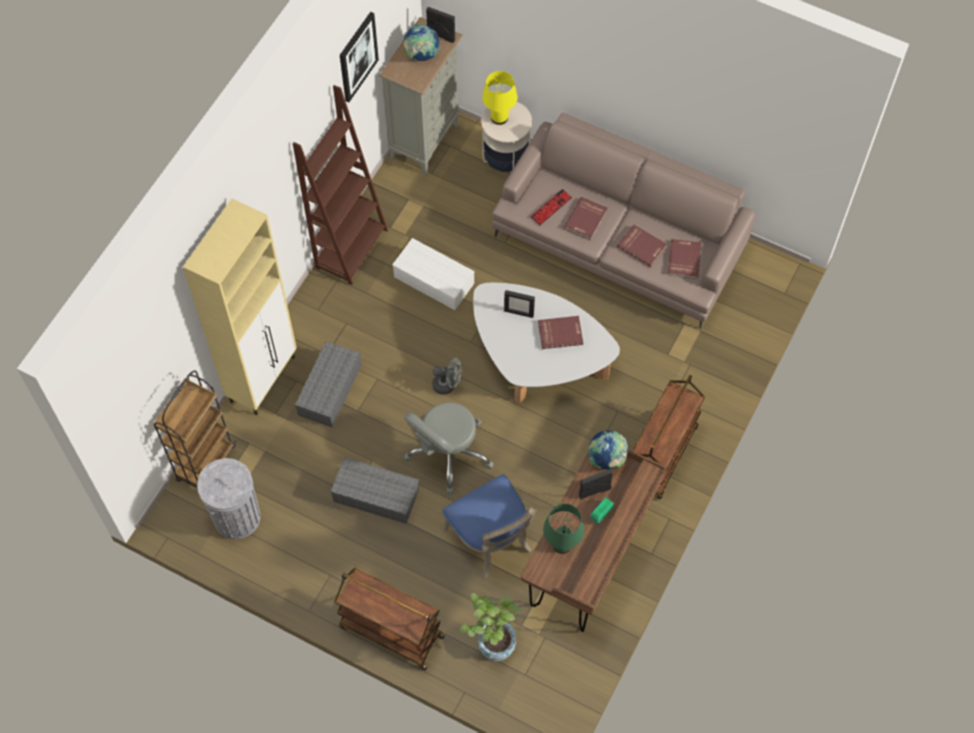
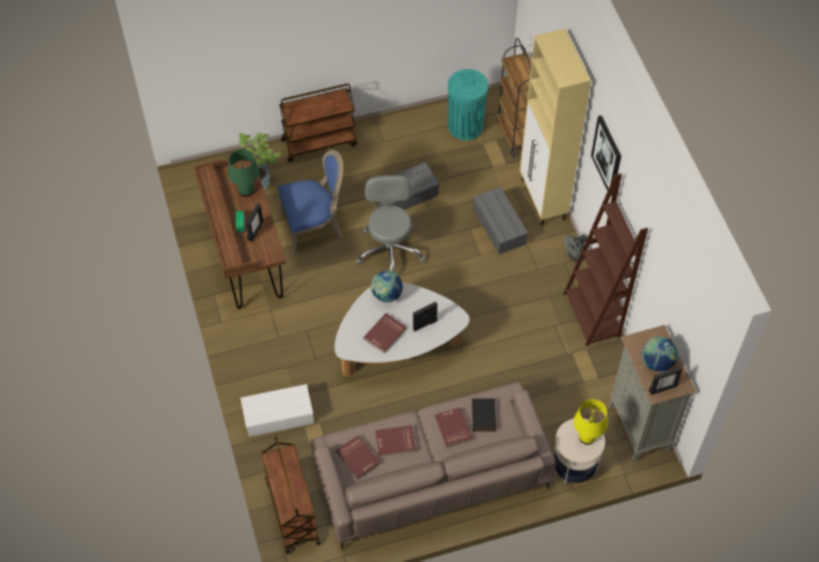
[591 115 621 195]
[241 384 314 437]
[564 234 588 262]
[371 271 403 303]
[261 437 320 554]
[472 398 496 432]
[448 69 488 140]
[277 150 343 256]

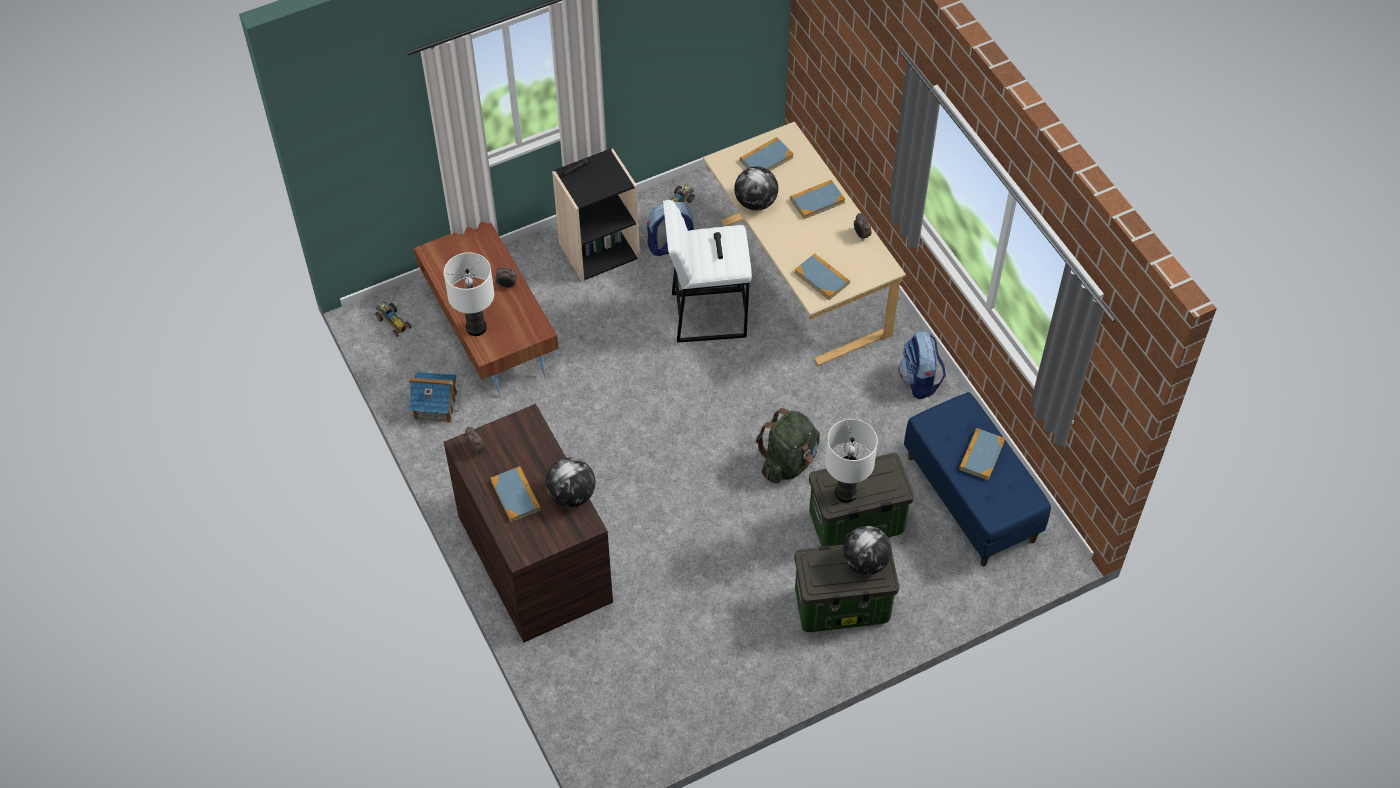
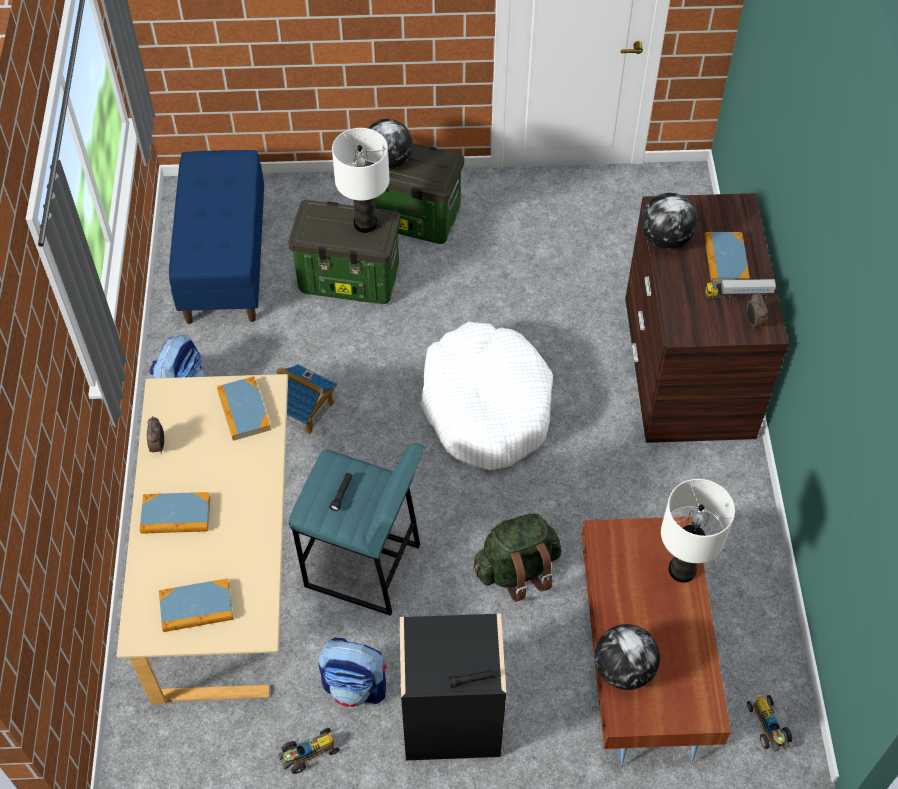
[495 267 517 289] (first image)
[959 428 1005 480] (first image)
[421 322 553 470]
[705 279 776 298]
[276 364 337 435]
[595 624 660 690]
[473 514 561 602]
[289 443 426 616]

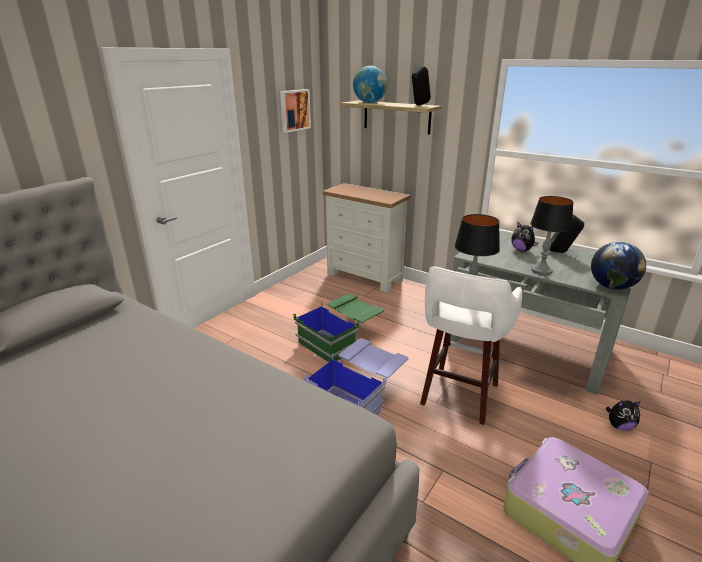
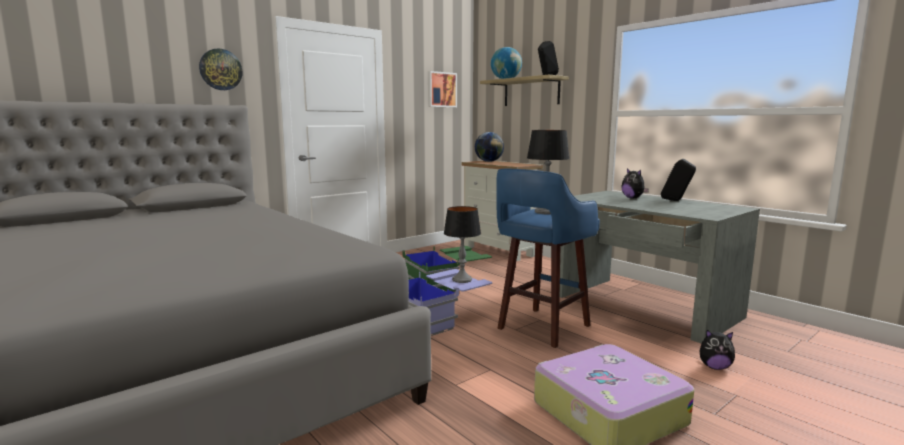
[199 49 242 90]
[444 206 481 283]
[475 132 504 162]
[496 169 600 348]

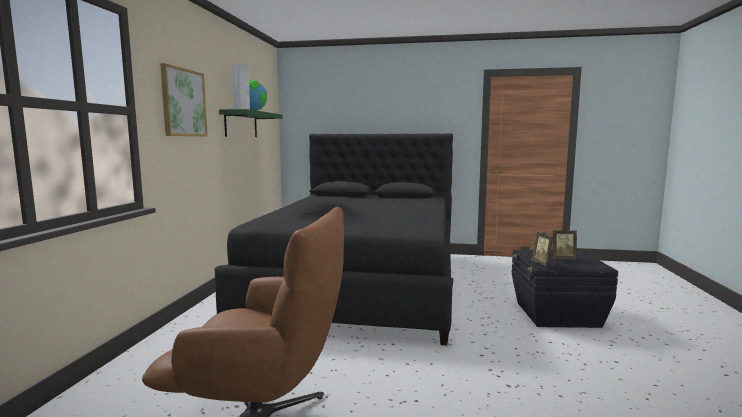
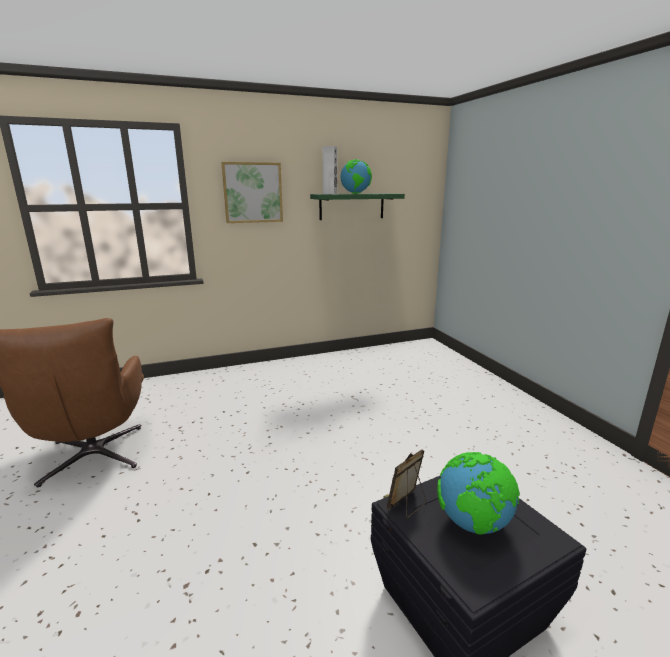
[215 133 454 345] (first image)
[437 452 520 535]

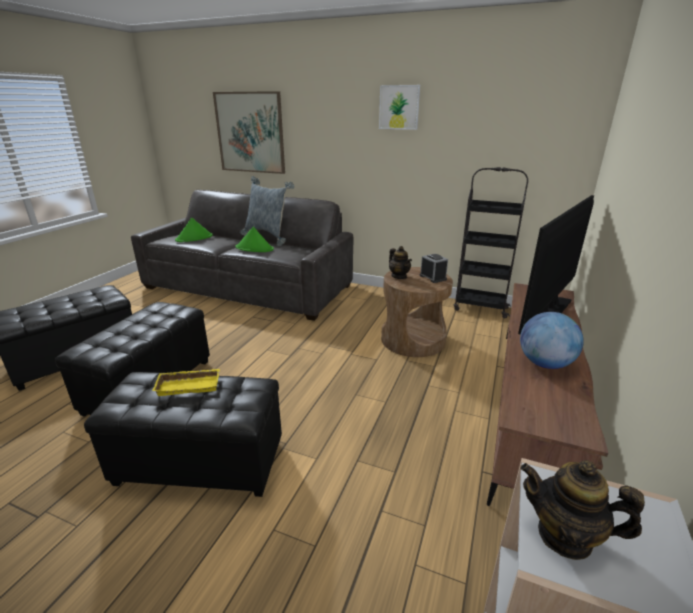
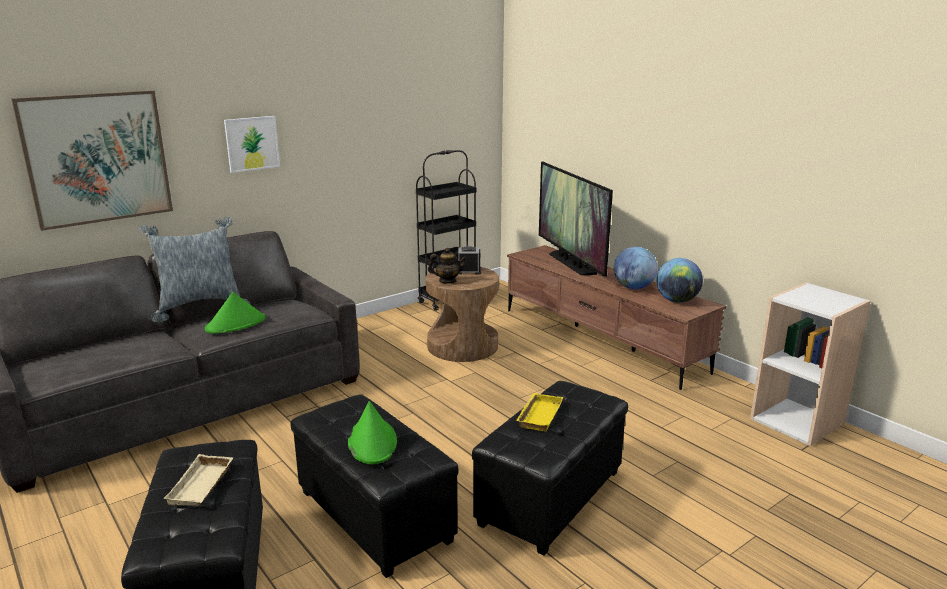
[520 460 645 560] (first image)
[163 454 234 506]
[656 258 703 303]
[348 401 397 464]
[224 116 280 173]

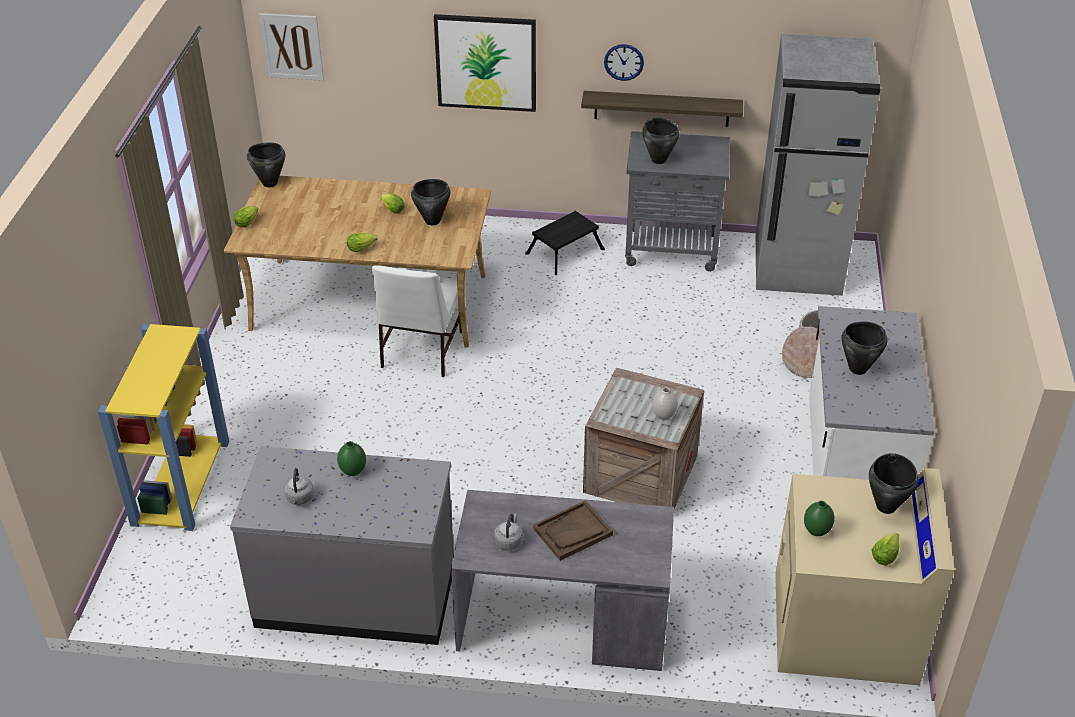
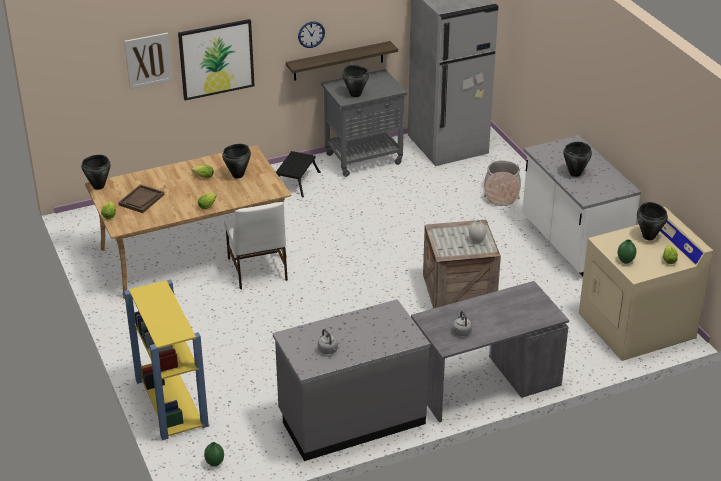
[124 33 173 89]
[204 442 224 467]
[118 184 164 213]

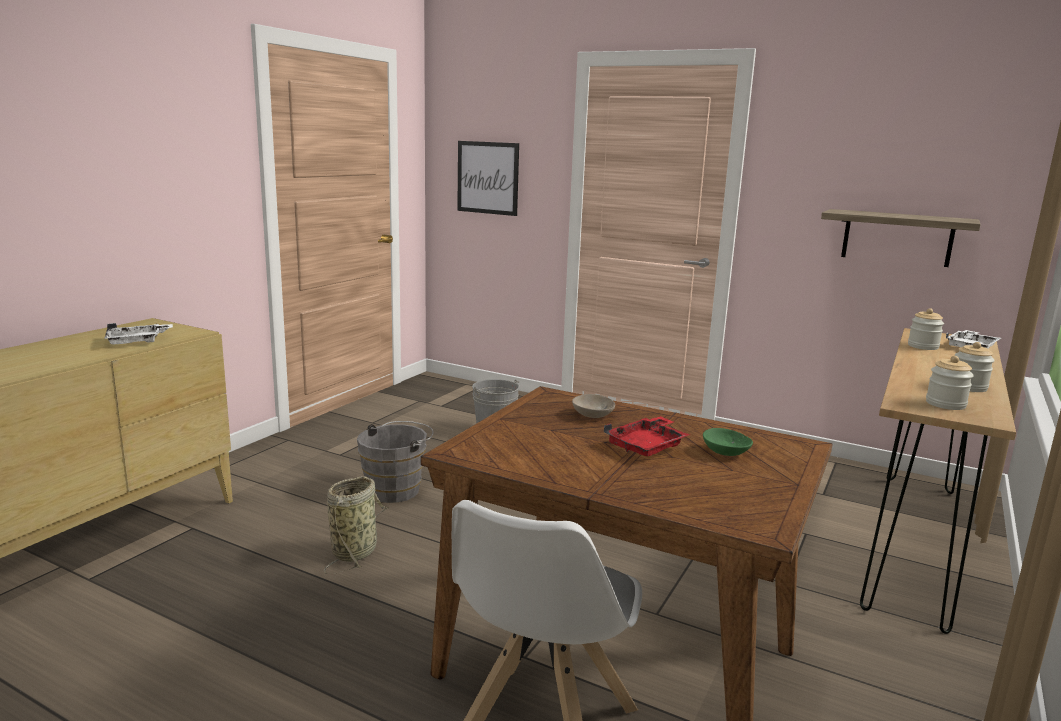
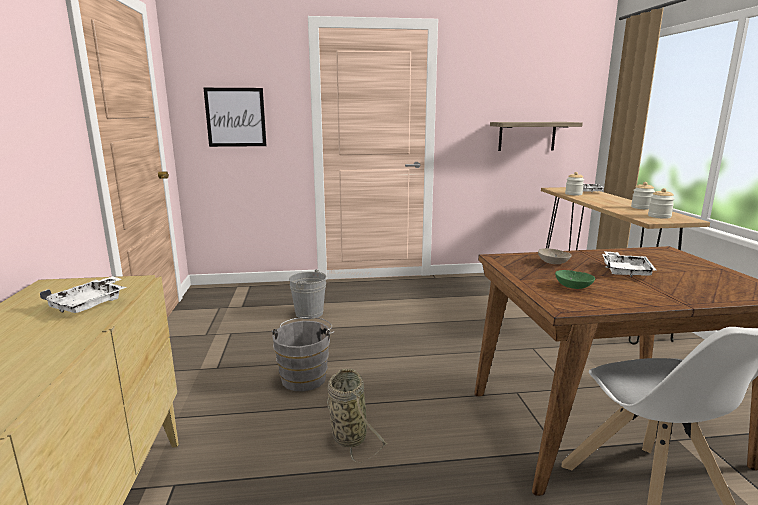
[555 270 595 289]
[602 251 657 277]

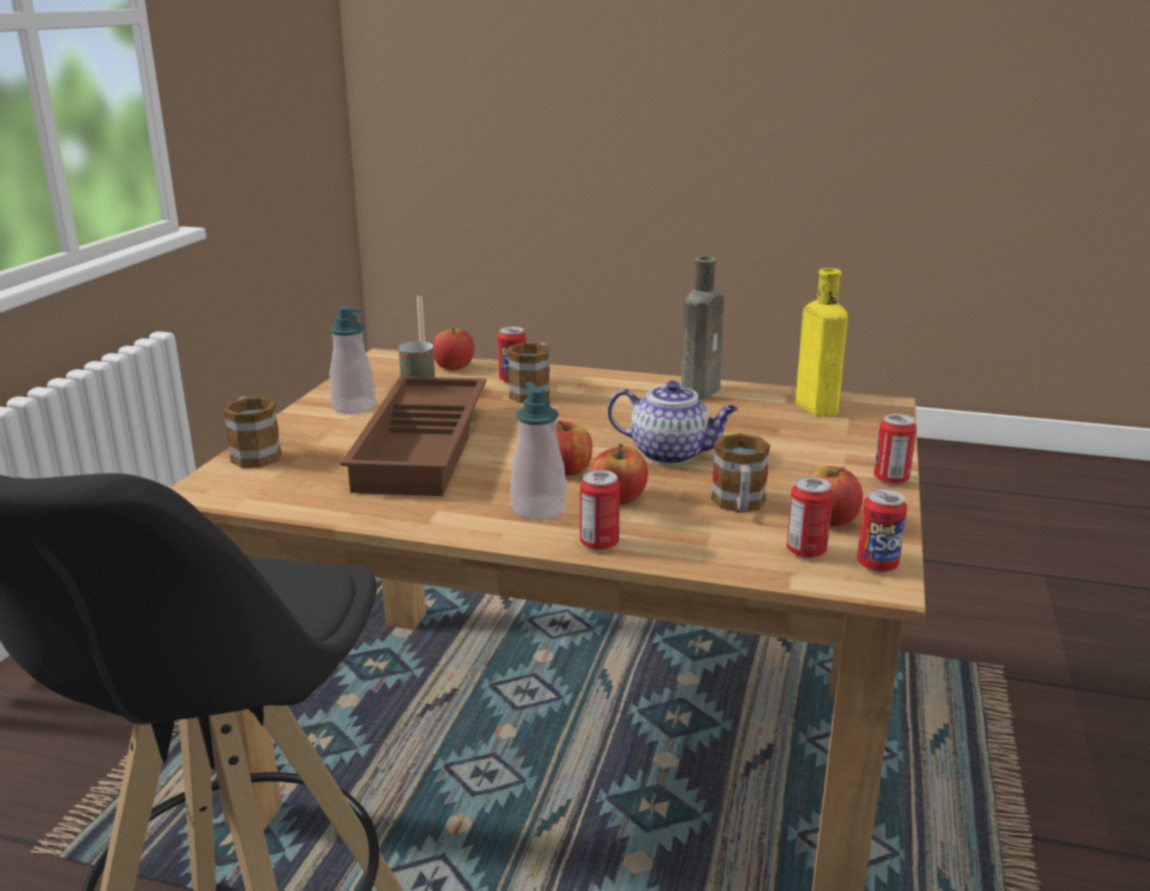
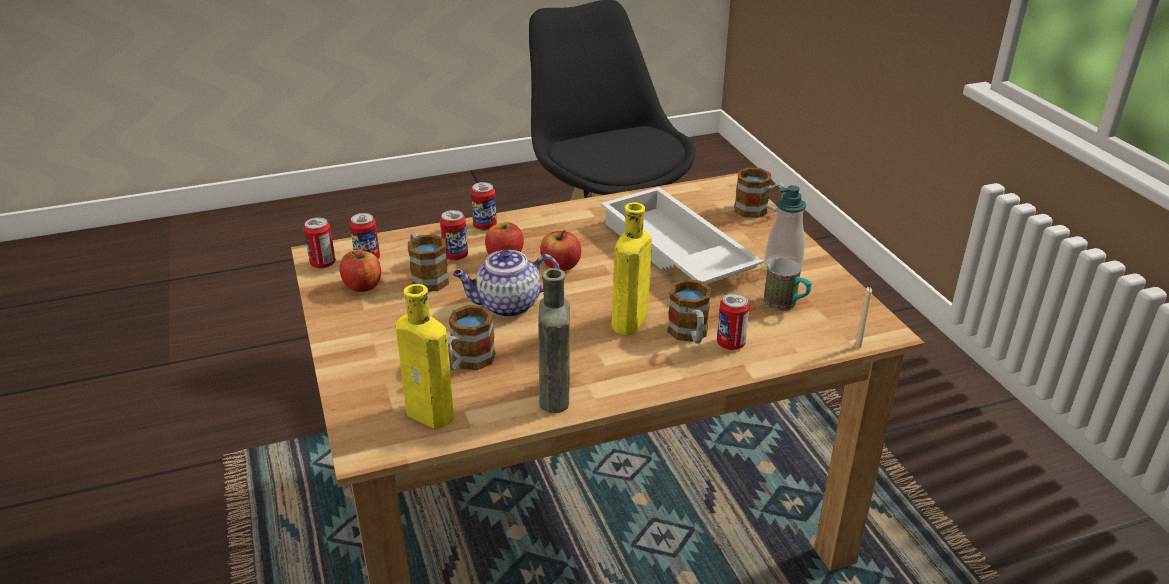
[433 328 474 370] (first image)
[511 382 566 520] (first image)
[447 305 496 370]
[612 202 652 335]
[440 210 468 261]
[601 187 763 285]

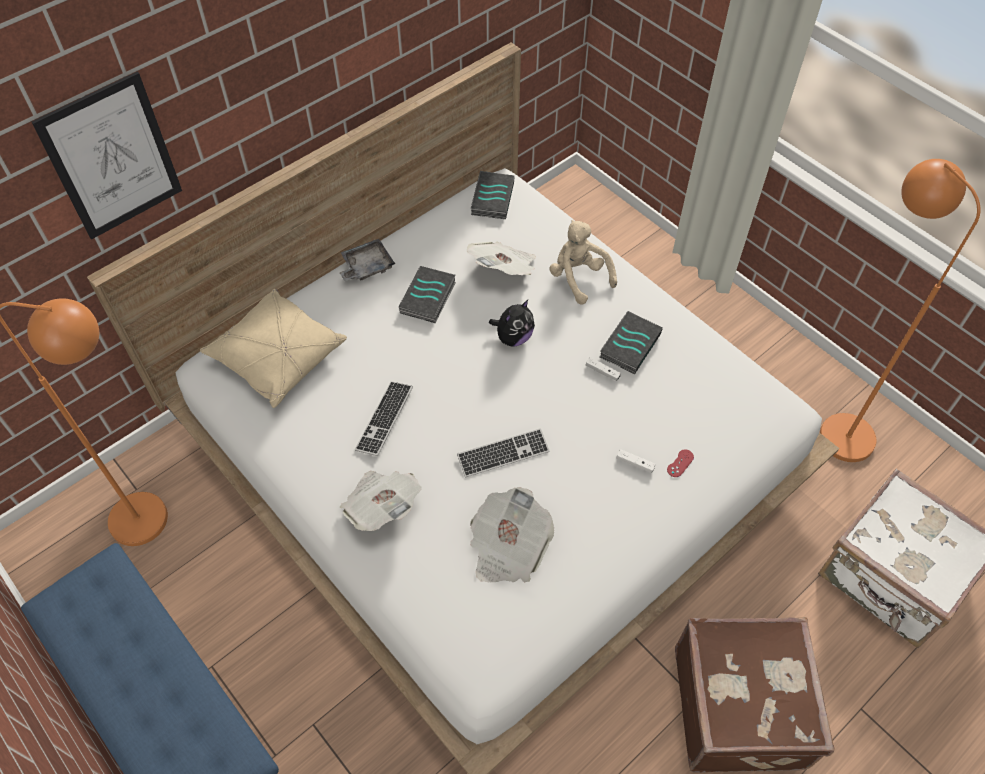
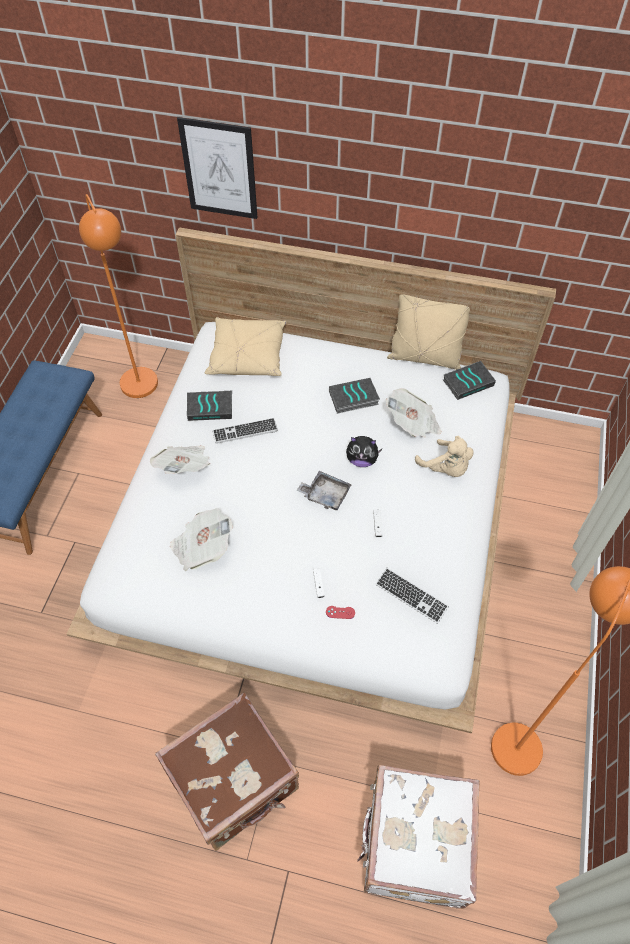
[387 294 470 370]
[297 471 352 510]
[376 568 449 624]
[187 391 232 421]
[415 436 474 477]

